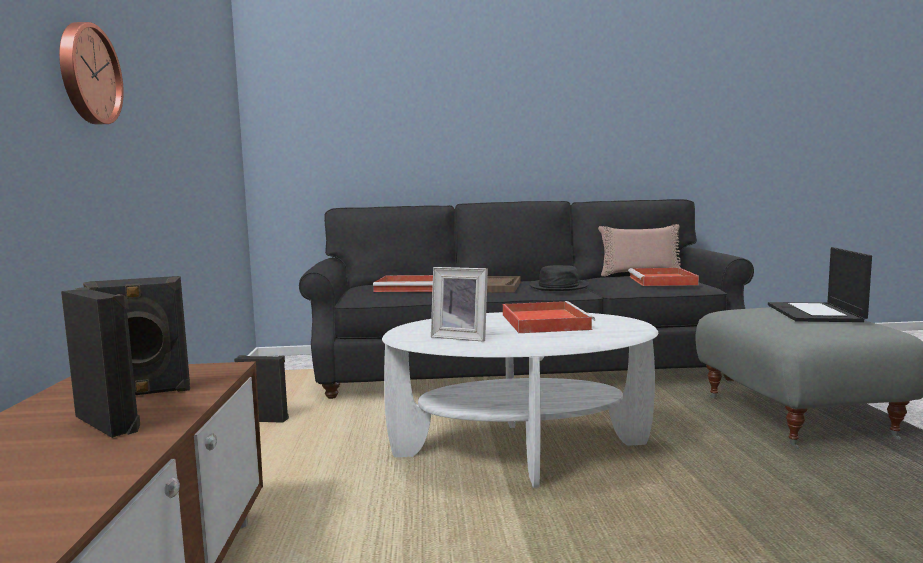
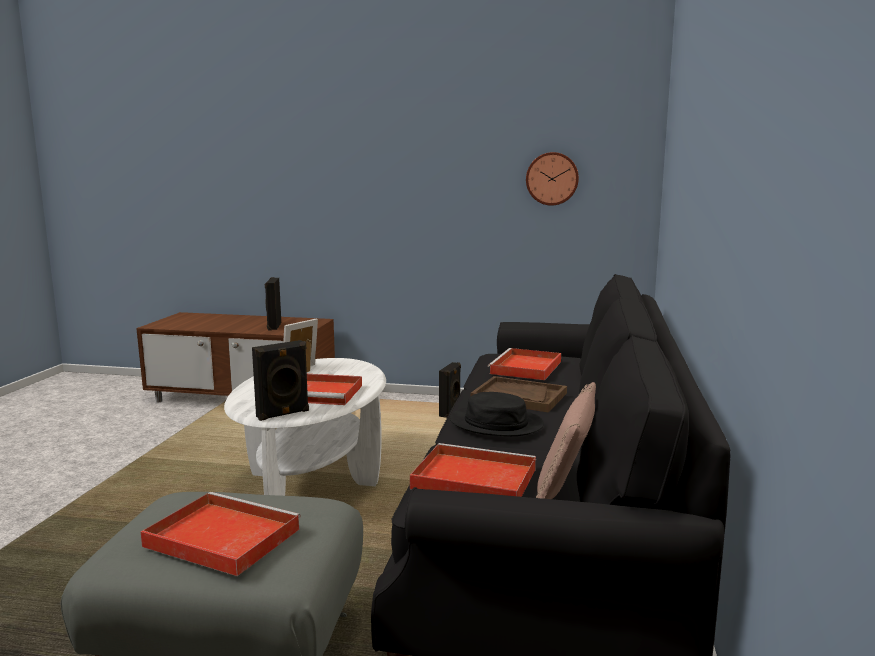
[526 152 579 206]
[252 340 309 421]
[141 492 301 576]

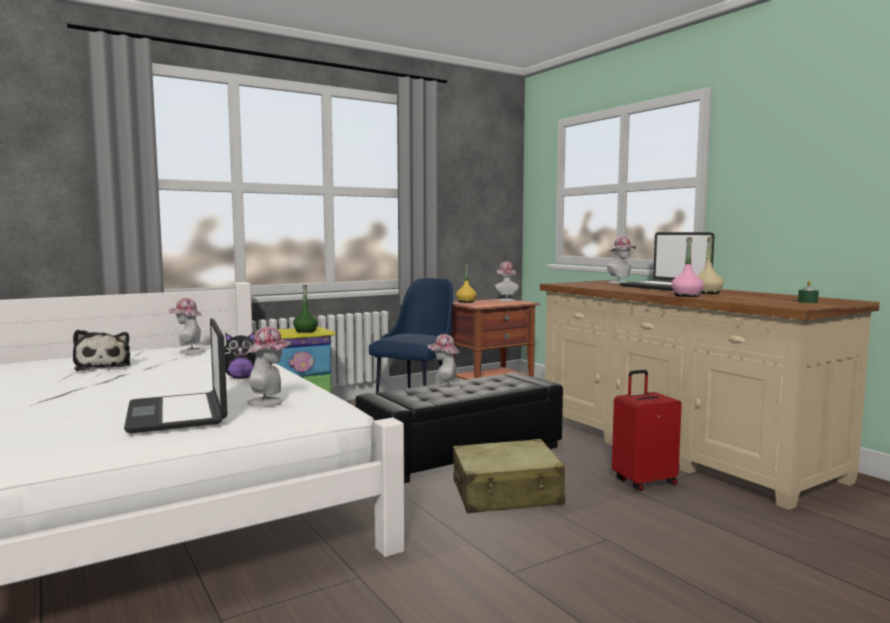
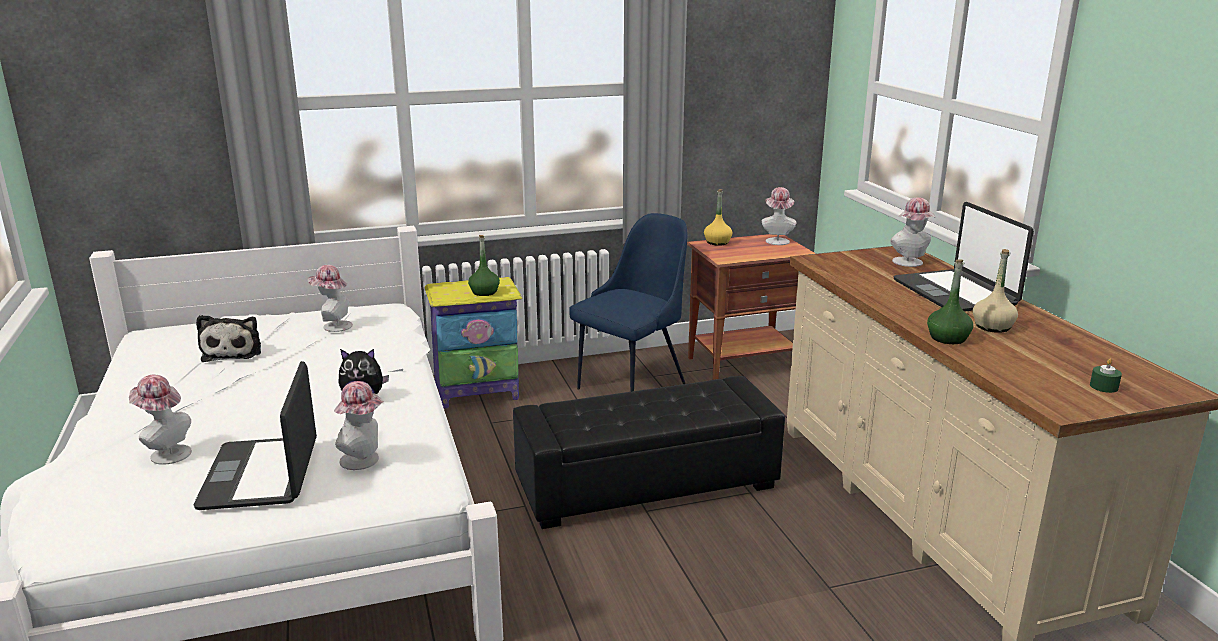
[453 439 565 513] (first image)
[612 370 682 491] (first image)
[129 375 192 465]
[927 259 973 344]

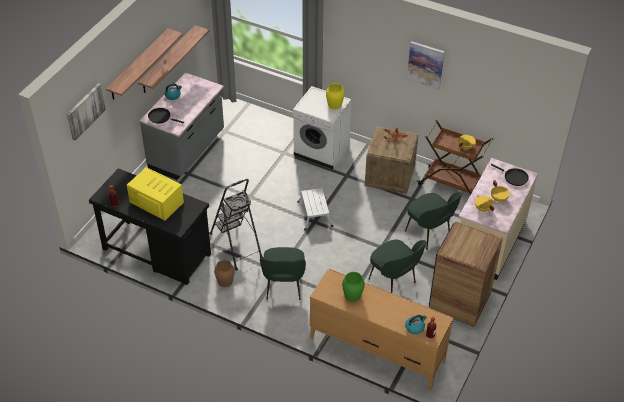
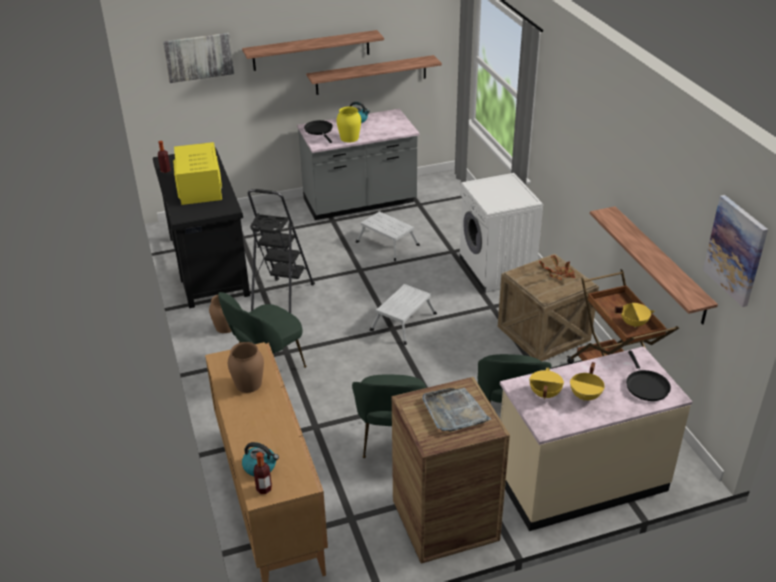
[356 211 420 261]
[422 388 491 431]
[590 206 718 325]
[337 106 361 143]
[703 195 768 307]
[228 342 264 393]

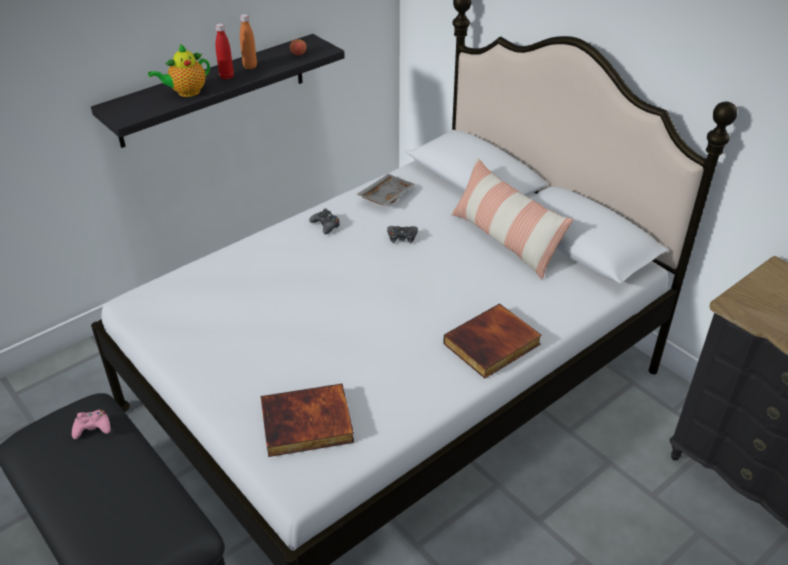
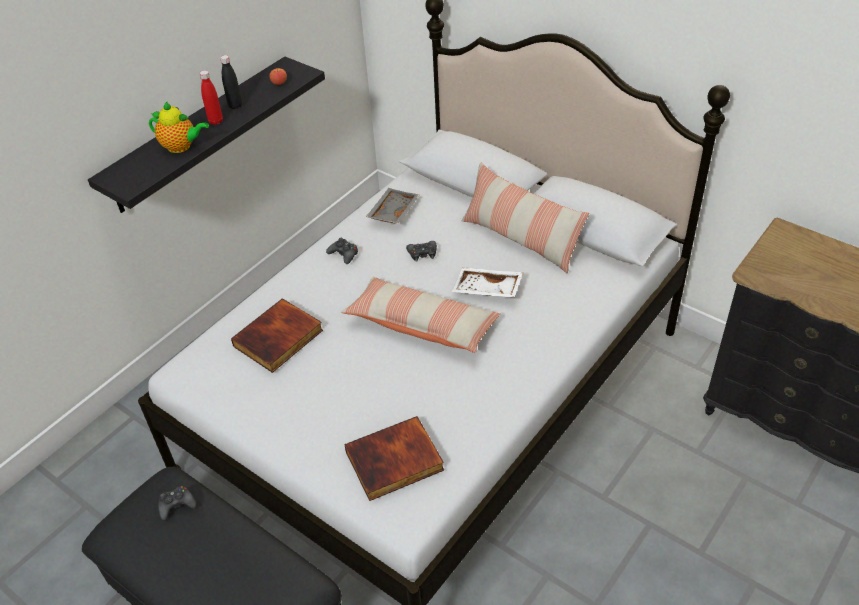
[341 277 500 353]
[452 268 523 298]
[231 298 323 373]
[158 486 196 520]
[220 55 242 109]
[149 102 209 153]

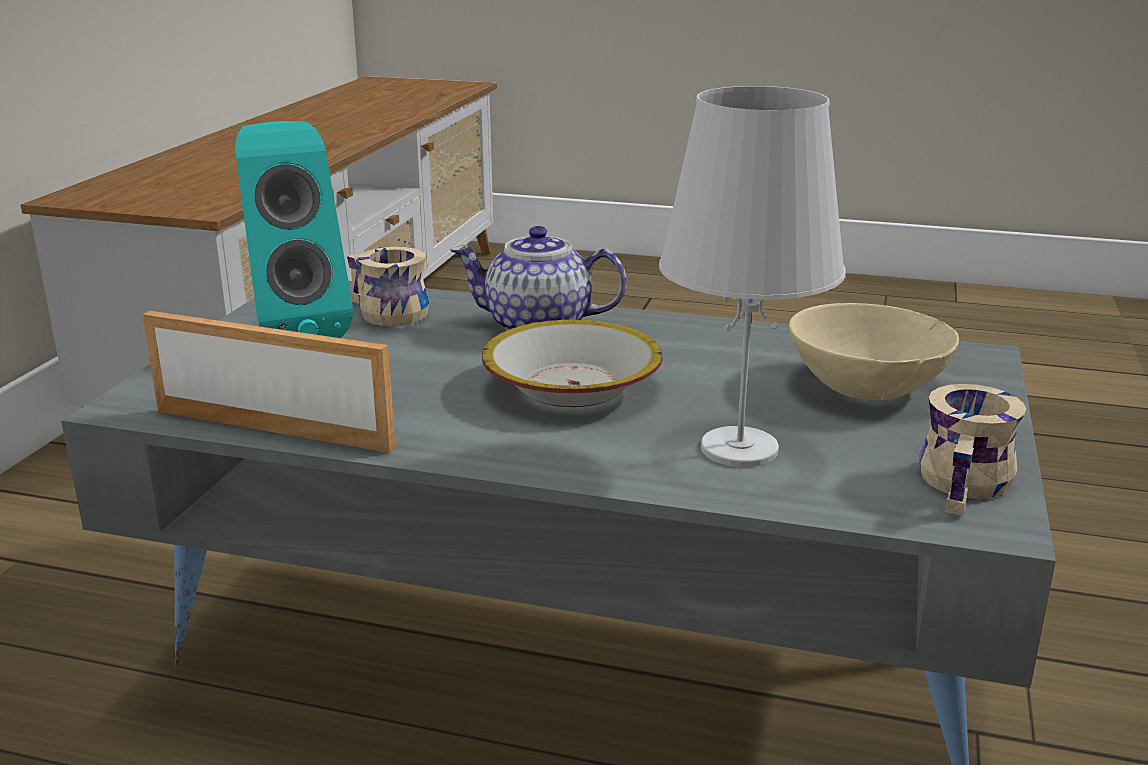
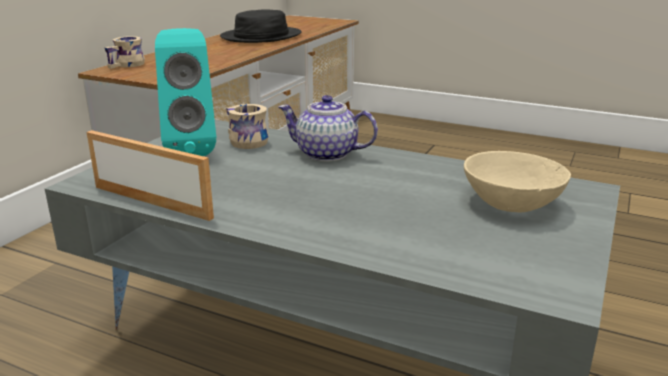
[482 320 663 407] (first image)
[659 86 846 467] (first image)
[220 9 301 43]
[105 36 145 69]

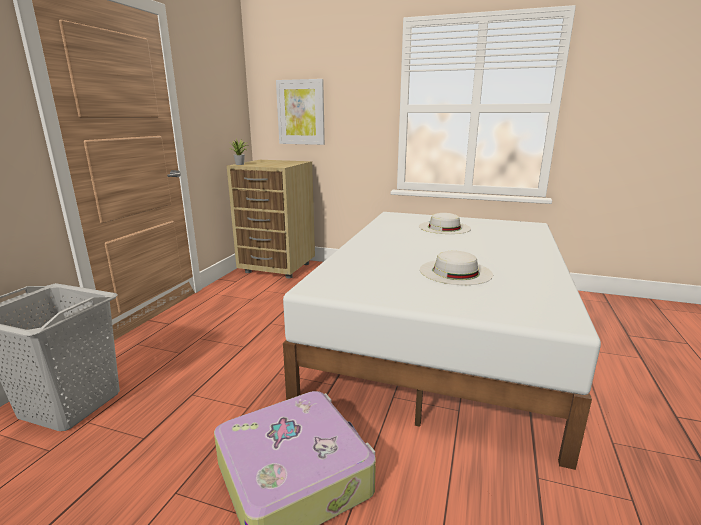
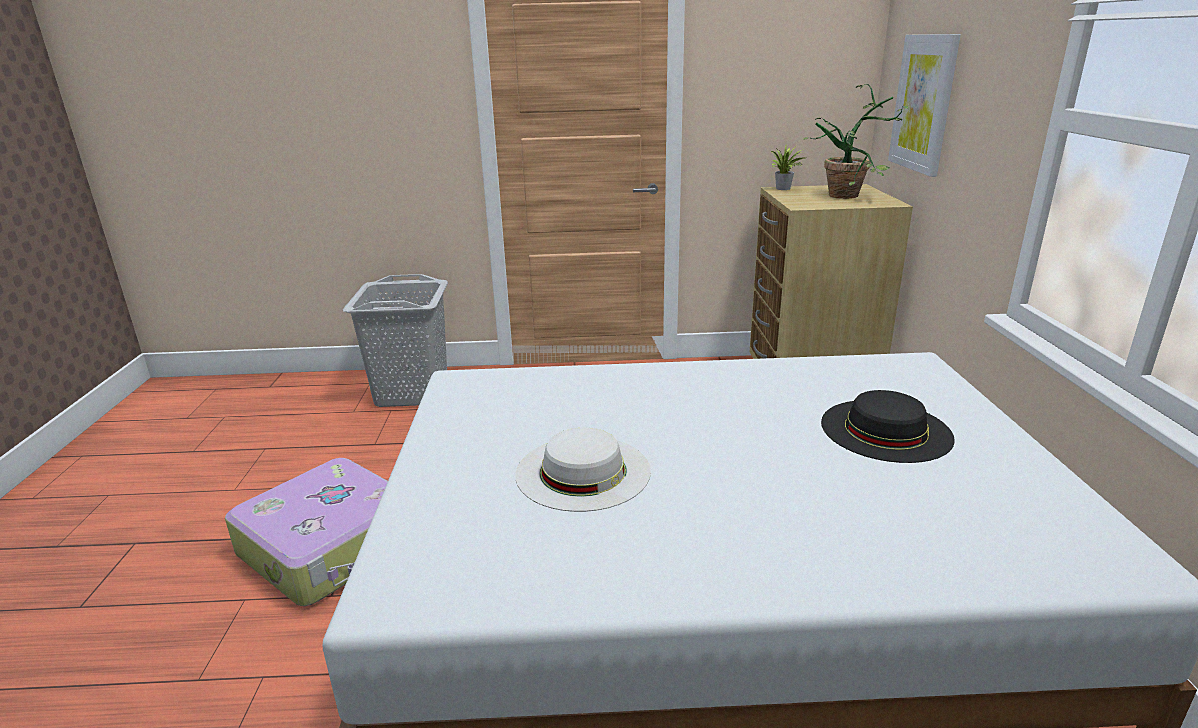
[803 84 910 199]
[821 390 955 463]

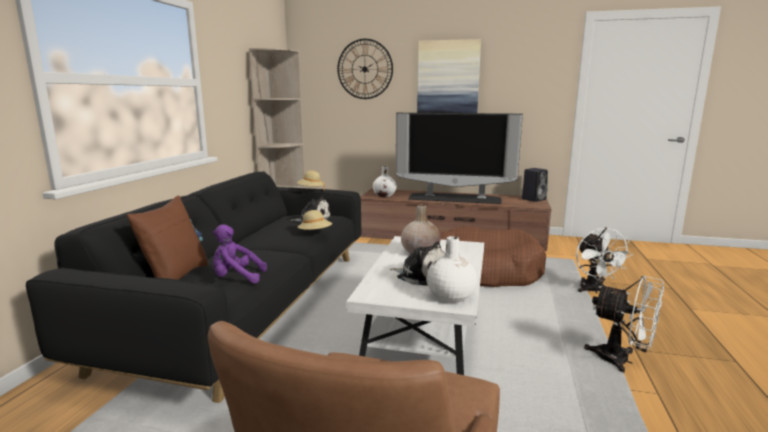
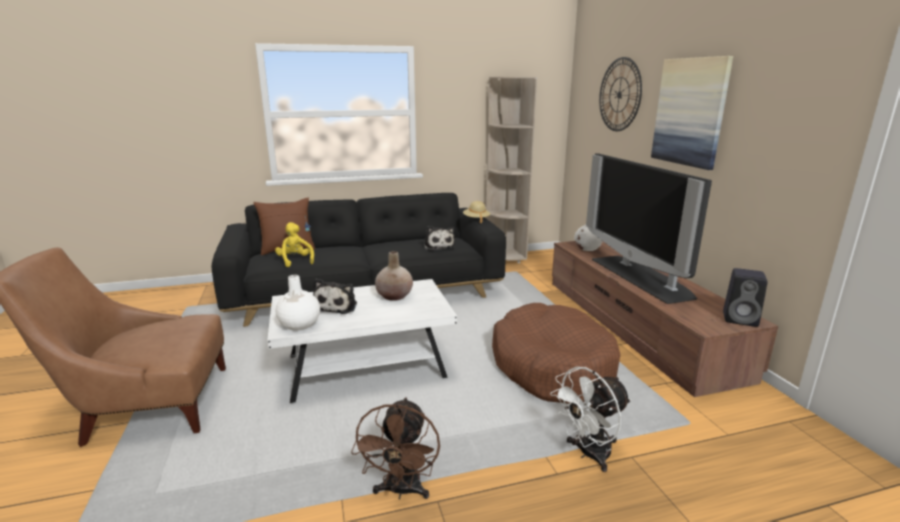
[298 210 332 230] (first image)
[275 222 314 267]
[351 397 440 500]

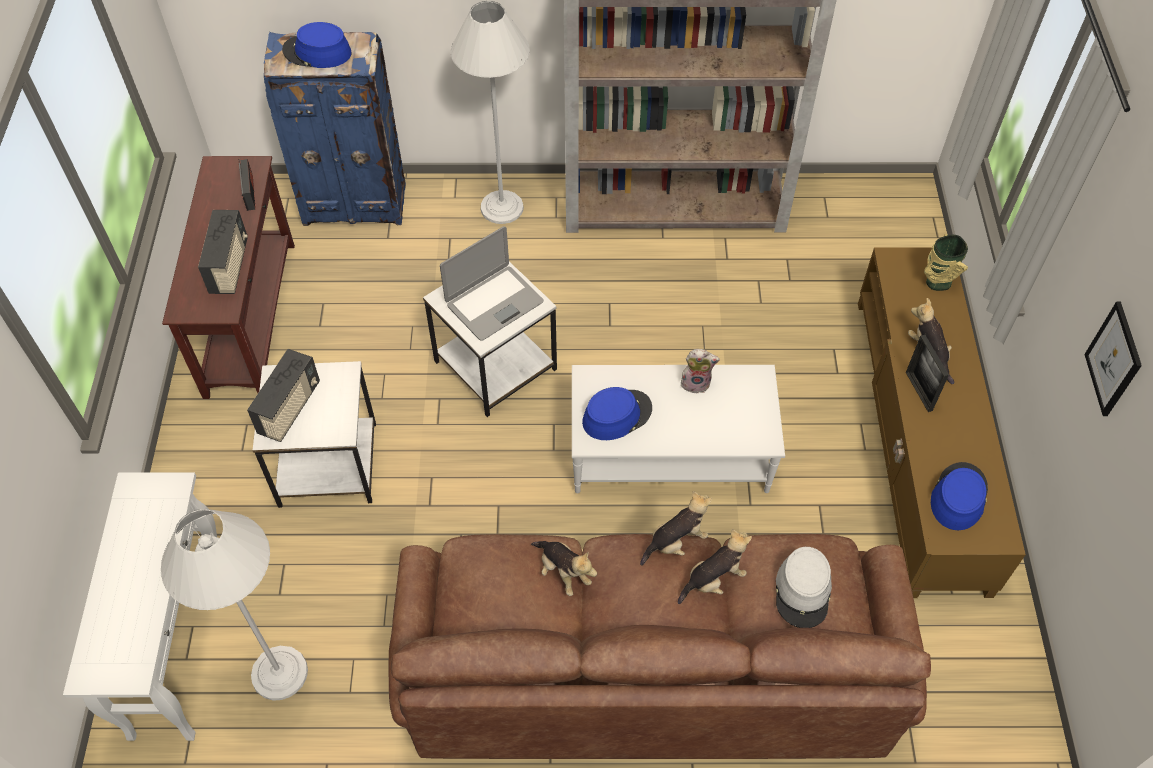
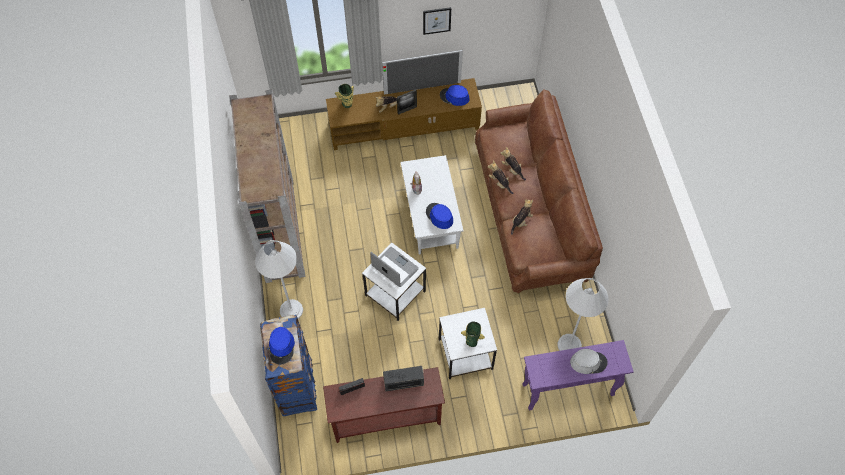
[382 50 463 95]
[570 349 608 374]
[461 322 485 347]
[522 340 634 410]

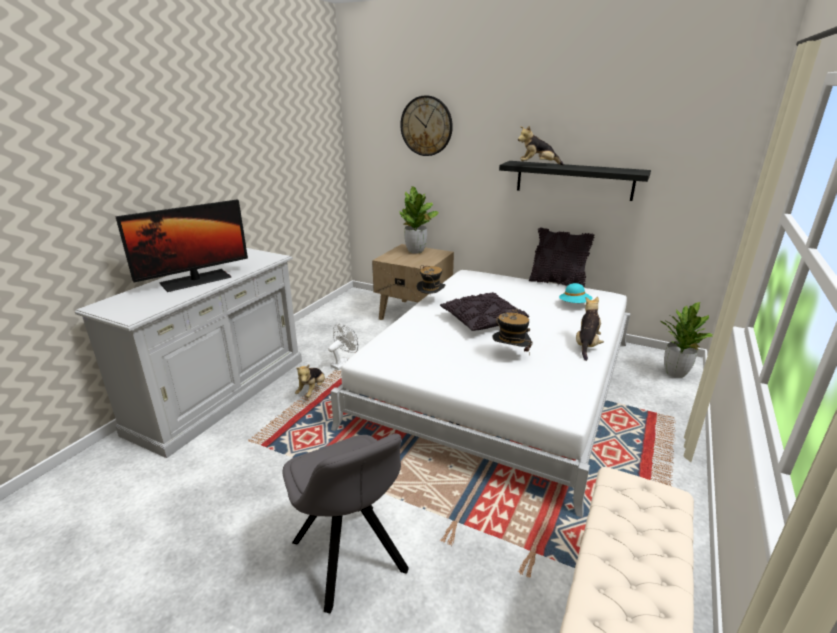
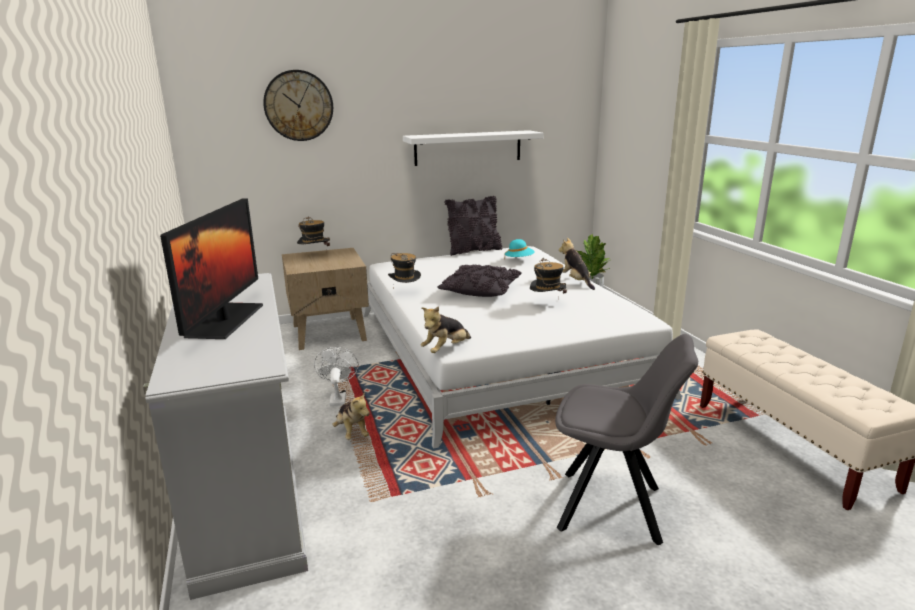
[421 306 471 353]
[297 216 330 251]
[403 130 544 166]

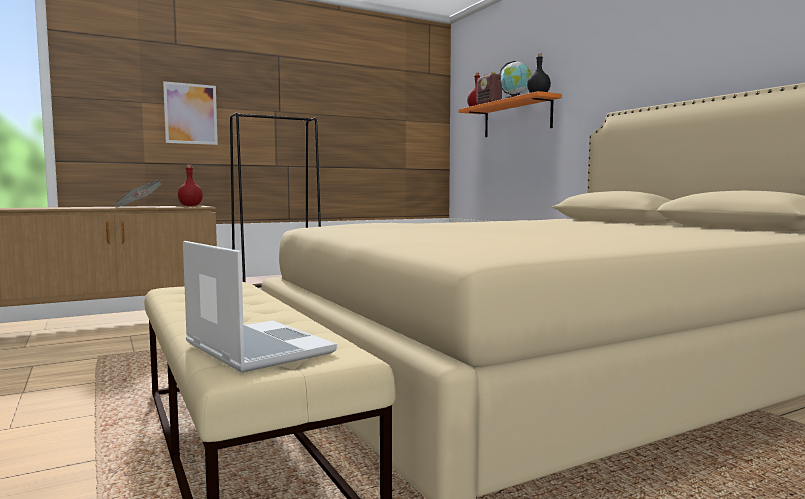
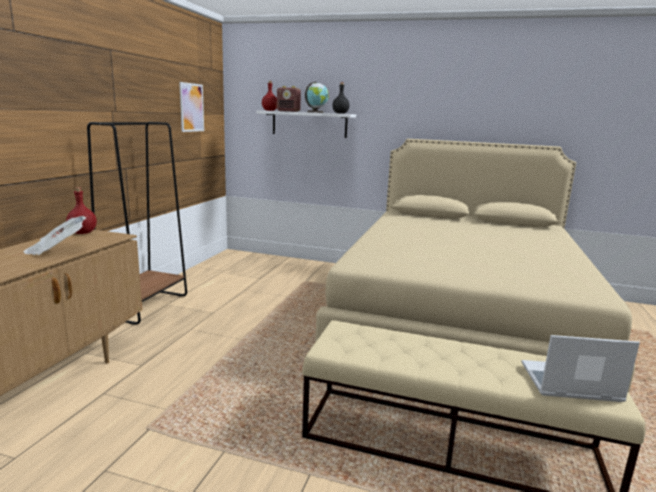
[179 82 204 132]
[256 110 356 138]

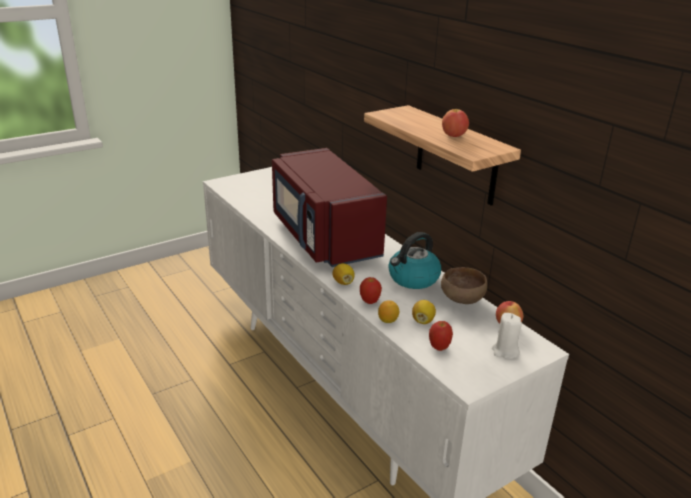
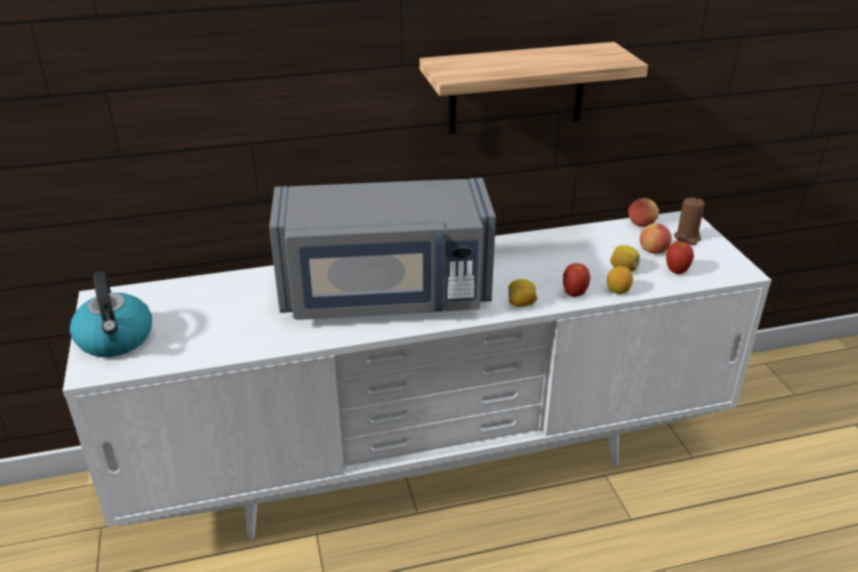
[441 267 487 304] (first image)
[70 271 152 357]
[640 224 672 254]
[269 178 496 320]
[674 197 705 245]

